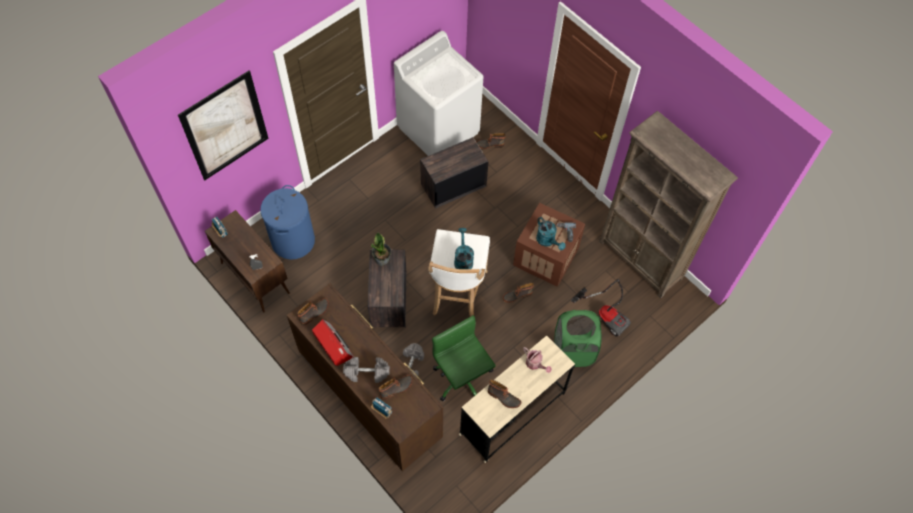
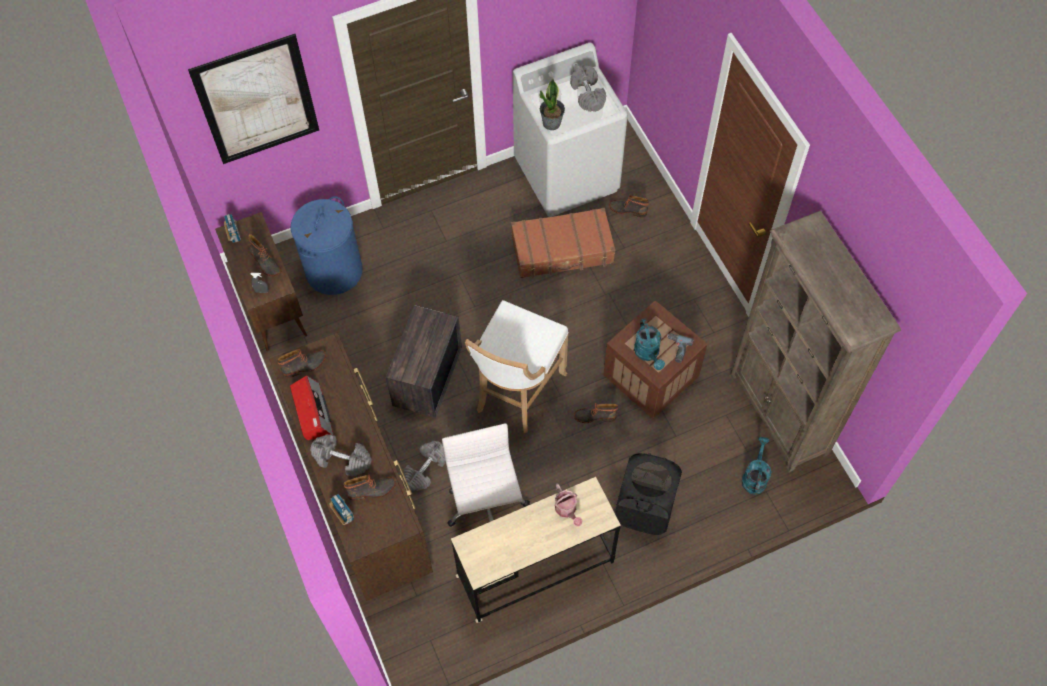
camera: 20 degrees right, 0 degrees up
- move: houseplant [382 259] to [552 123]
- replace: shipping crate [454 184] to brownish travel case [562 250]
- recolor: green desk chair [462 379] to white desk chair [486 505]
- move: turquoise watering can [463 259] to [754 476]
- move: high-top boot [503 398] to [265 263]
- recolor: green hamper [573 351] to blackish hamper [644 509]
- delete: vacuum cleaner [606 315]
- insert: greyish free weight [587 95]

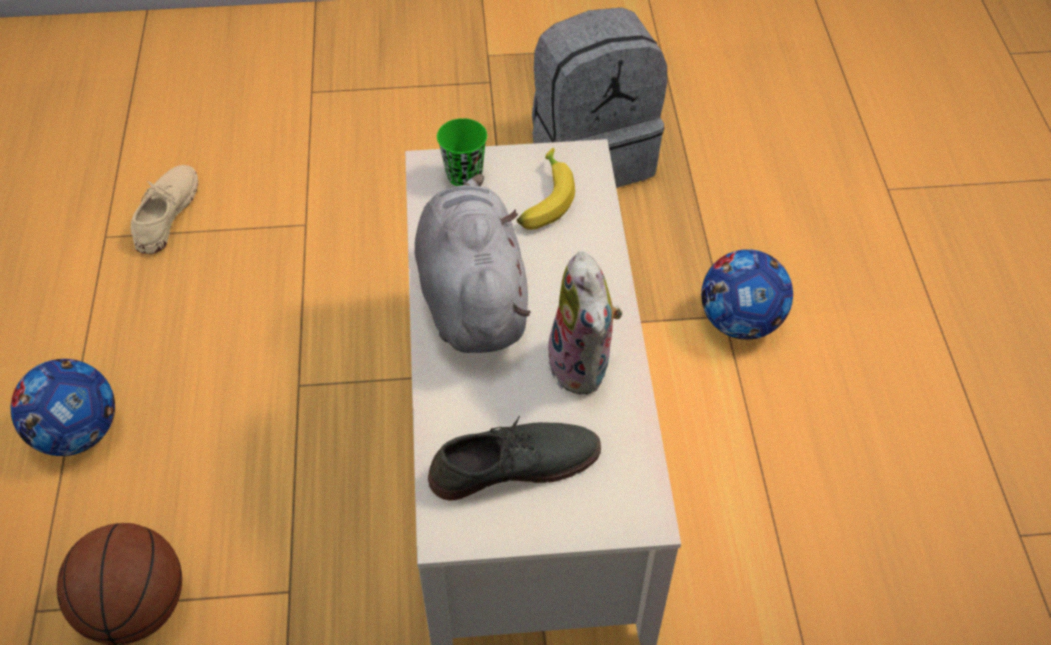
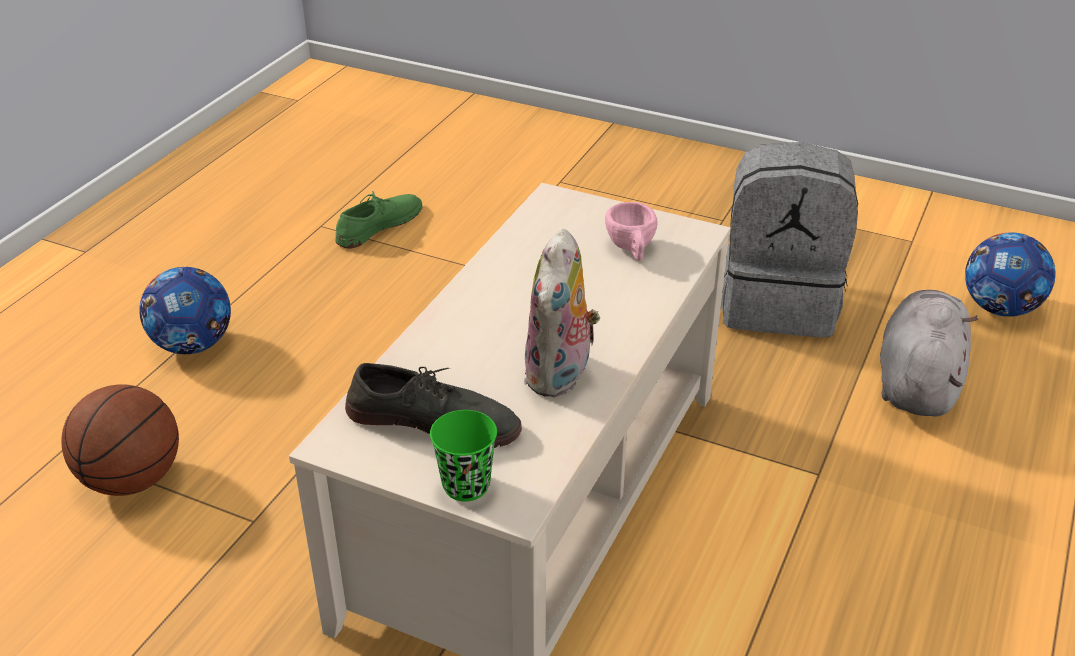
camera: 30 degrees right, 15 degrees down
- recolor: sand-coloured shoe [166 212] to green shoe [379 225]
- move: greyish soft toy [472 297] to [917 382]
- move: green cup [464 175] to [466 485]
- replace: banana fruit [543 199] to pink-coloured cup [631 249]
- move: football [740 322] to [999 308]

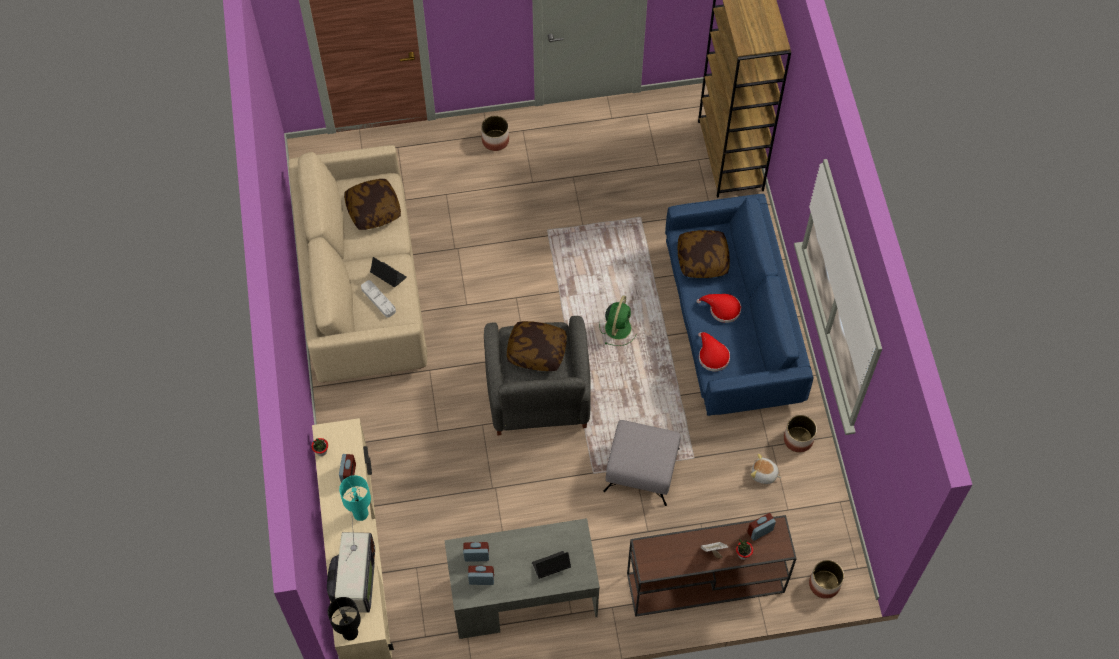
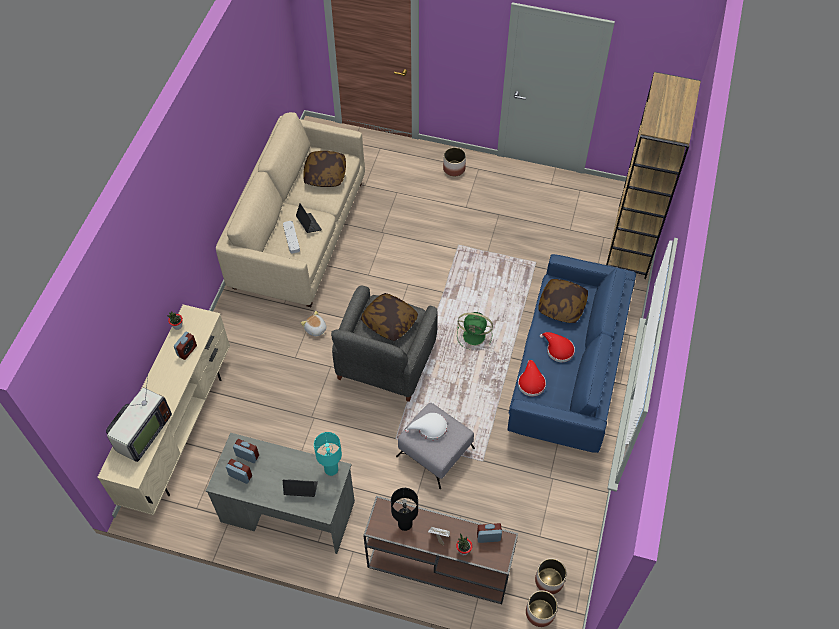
camera: 25 degrees right, 5 degrees down
- move: blackish table lamp [350 633] to [405 524]
- move: turquoise table lamp [361 513] to [331 469]
- rotate: green electric fan [618 327] = [475 336] 60 degrees clockwise
- move: soft toy [764 474] to [315 329]
- move: flower pot [798 439] to [549 581]
- insert: white hat [429 428]

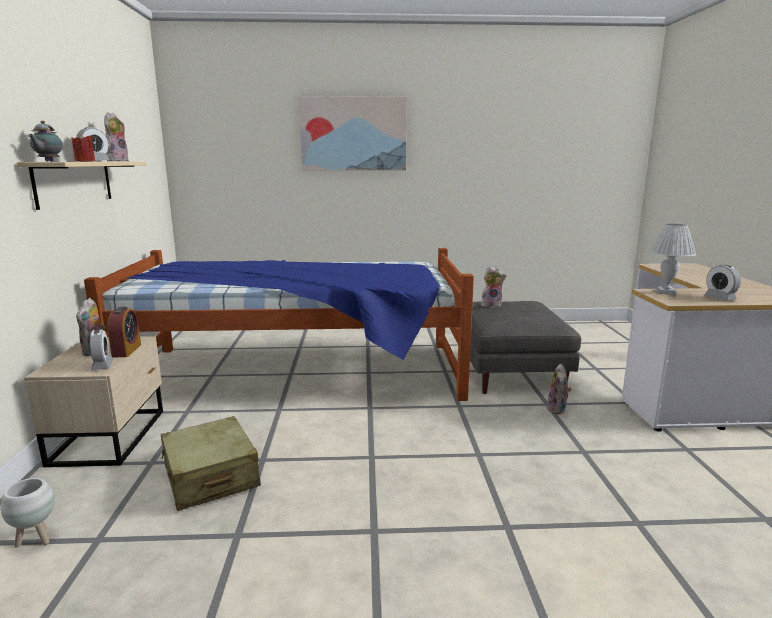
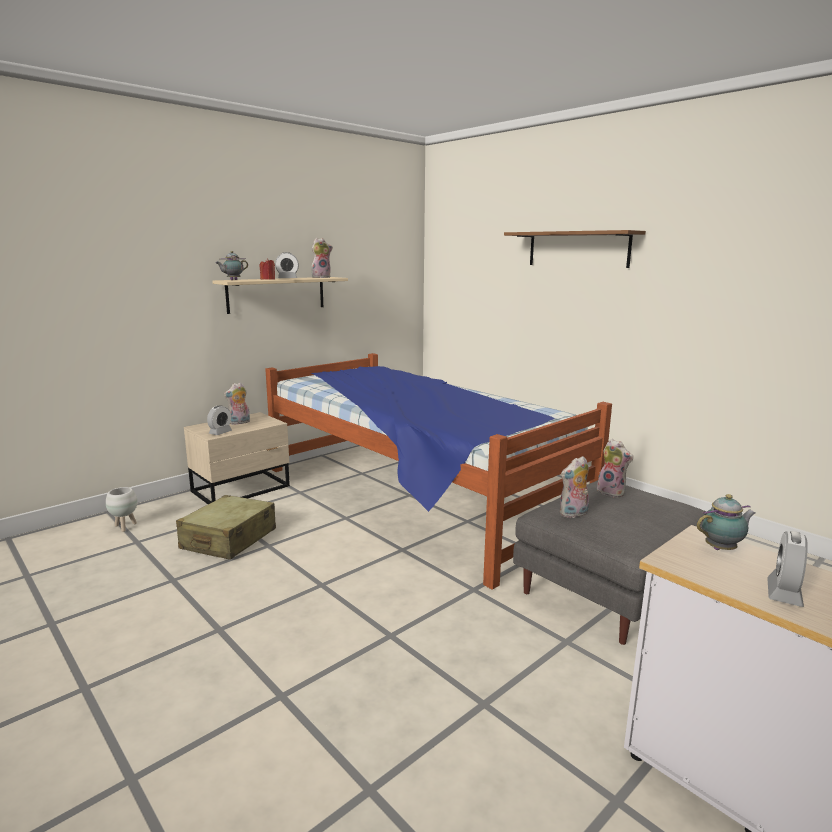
camera: 50 degrees right, 0 degrees up
- delete: bedside clock [126 350]
- replace: wall picture [353 134] to brownish wall shelf [577 249]
- move: soft toy [558 409] to [574 514]
- replace: white table lamp [666 292] to teapot [722 549]

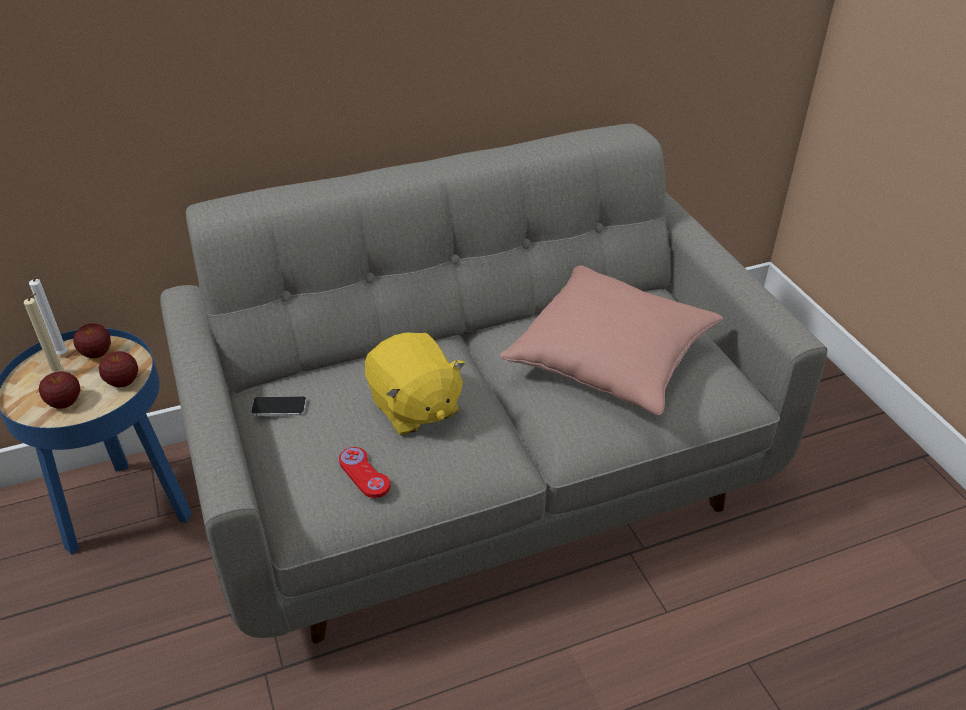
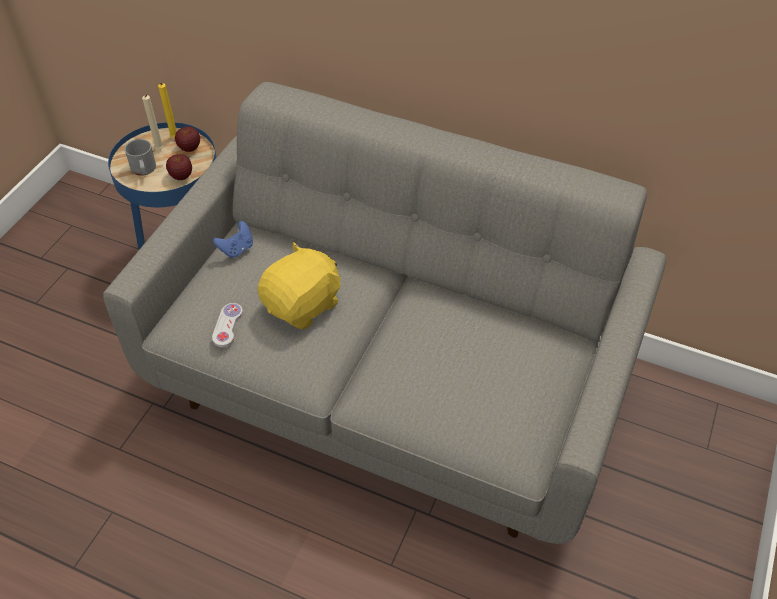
camera: 45 degrees right, 10 degrees up
- recolor: white candle [63 355] to yellow candle [174 138]
- replace: apple [65 402] to greyish tea mug [144 170]
- replace: handset [279 407] to blue-coloured gamepad [237 249]
- recolor: reddish gamepad [364 474] to white gamepad [227 326]
- rotate: yellow soft toy [414 407] = [303 305] 150 degrees counterclockwise
- delete: pink-coloured cushion [611 358]

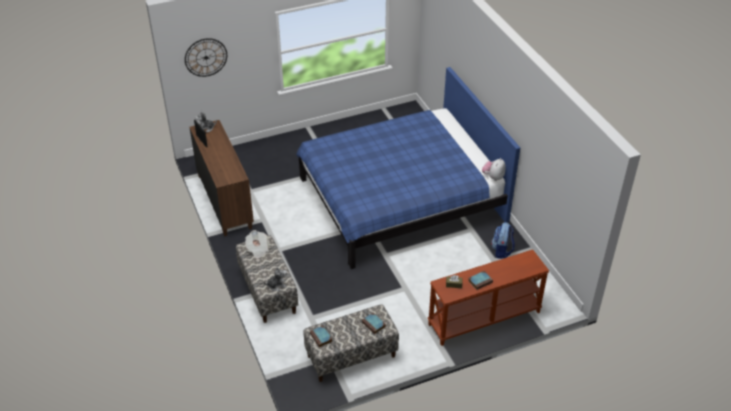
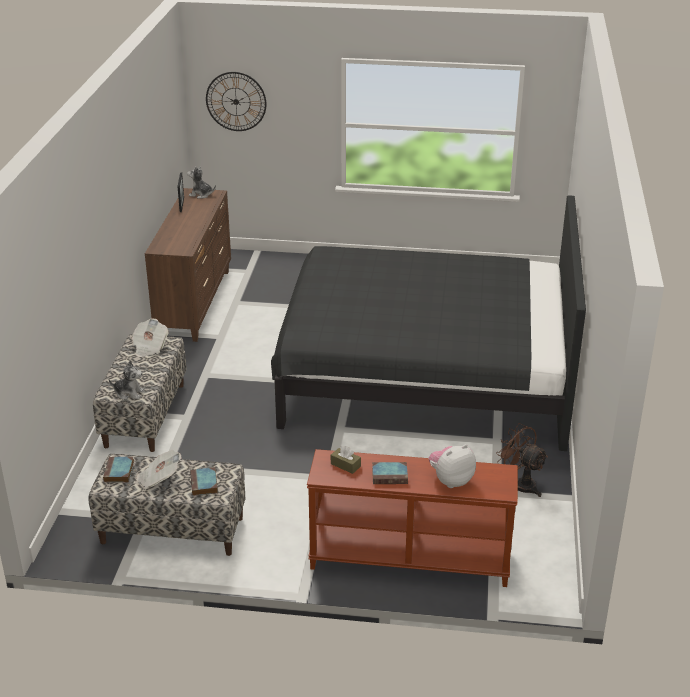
camera: 30 degrees right, 10 degrees down
- recolor: blue-coloured sleeping bed [400 198] to blackish sleeping bed [426 371]
- move: soft toy [493 177] to [451 480]
- replace: knapsack [502 251] to brownish electric fan [520 484]
- insert: daily paper [159 478]

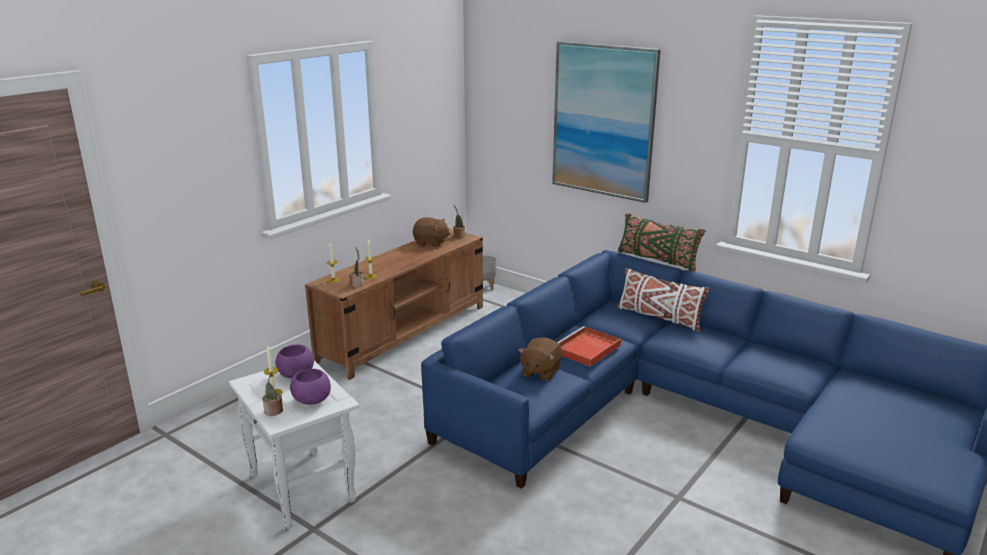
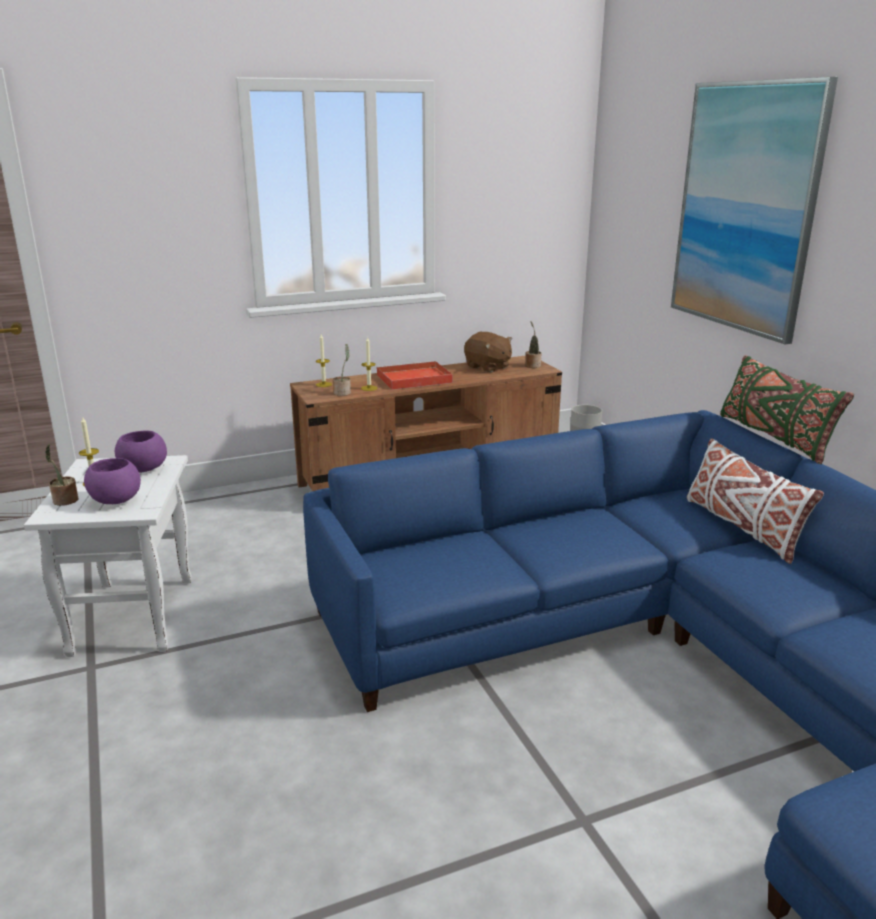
camera: 30 degrees right, 0 degrees up
- delete: brownish soft toy [540 372]
- move: reddish carrying tray [586 349] to [413 379]

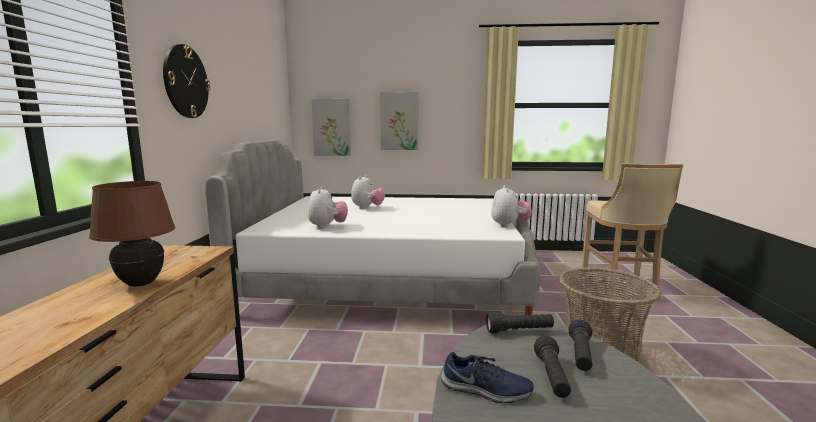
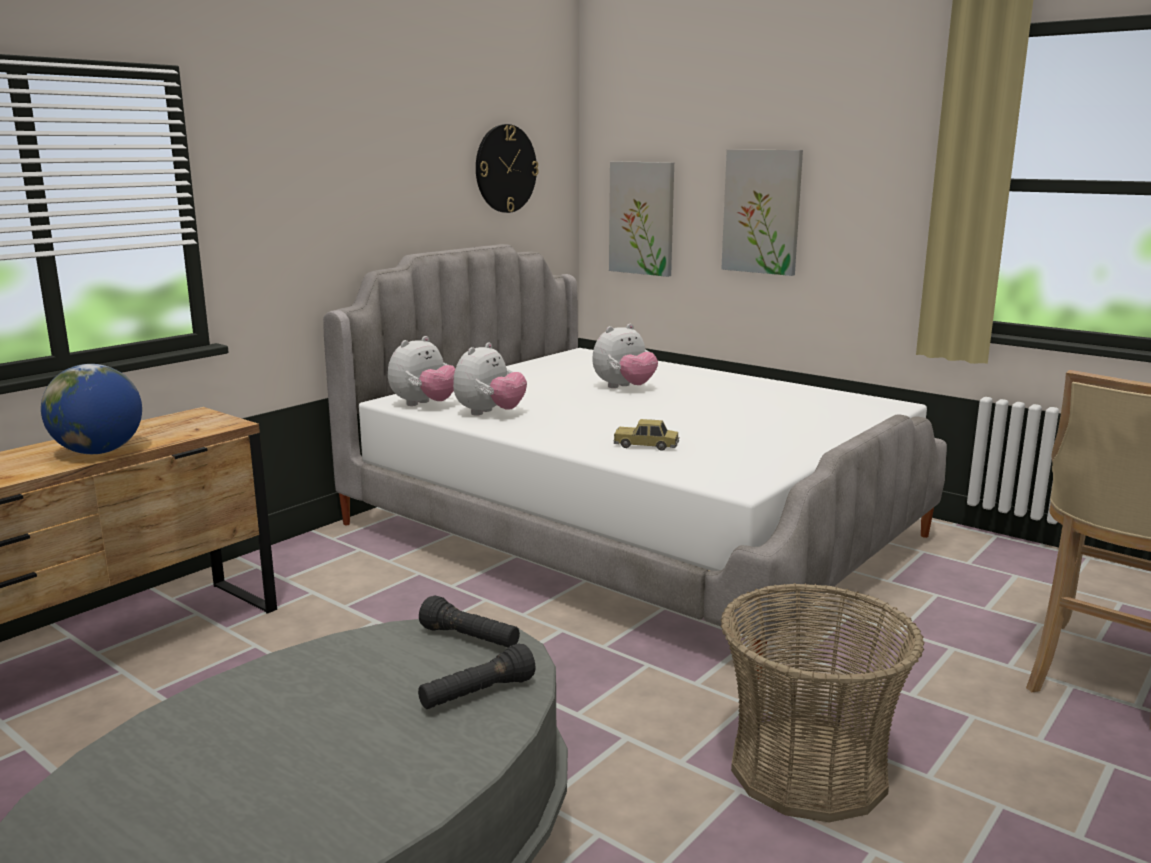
camera: 35 degrees right, 5 degrees up
- replace: brownish table lamp [141 284] to globe [99 452]
- move: wall clock [186 82] to [505 168]
- delete: blue-coloured shoe [485 390]
- move: soft toy [509 225] to [424 405]
- delete: blackish hand torch [552 377]
- insert: miniature car [646 445]

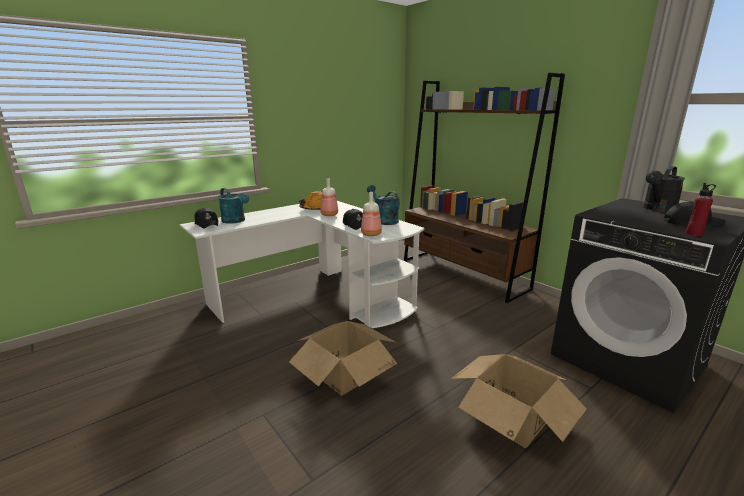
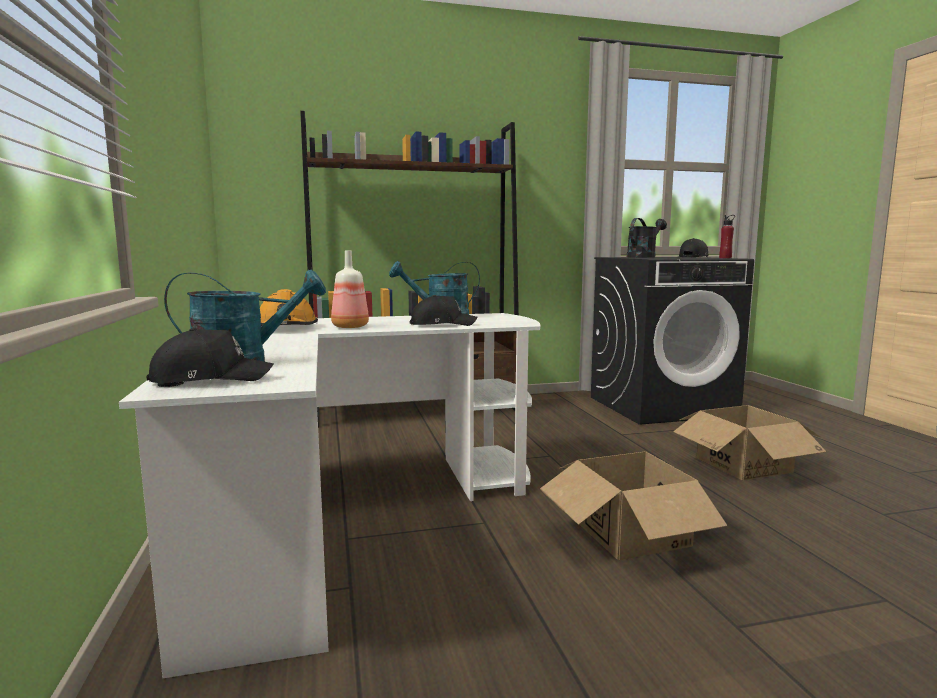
camera: 65 degrees left, 10 degrees down
- delete: bottle [372 234]
- rotate: blackish watering can [657 209] = [643 257] 120 degrees counterclockwise

